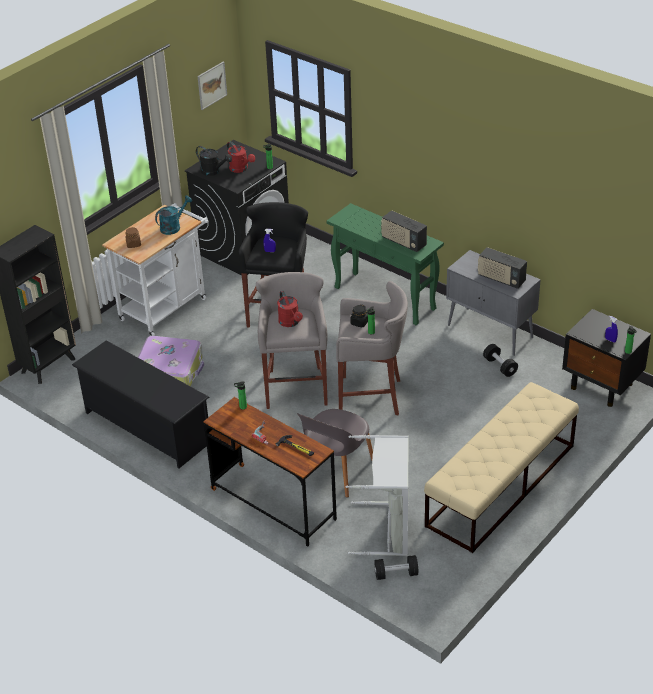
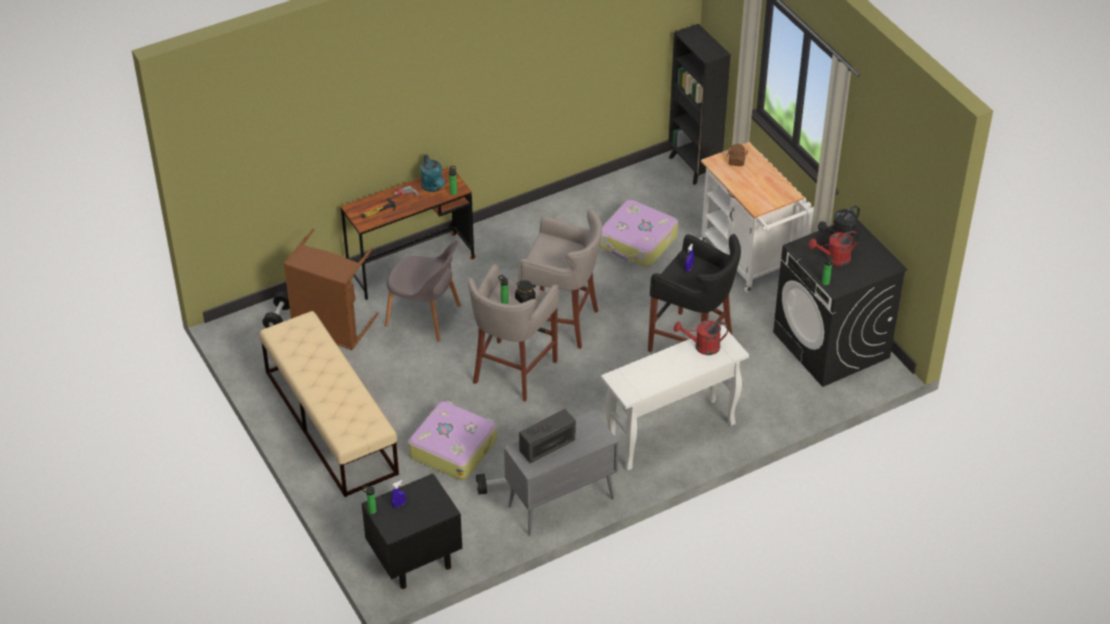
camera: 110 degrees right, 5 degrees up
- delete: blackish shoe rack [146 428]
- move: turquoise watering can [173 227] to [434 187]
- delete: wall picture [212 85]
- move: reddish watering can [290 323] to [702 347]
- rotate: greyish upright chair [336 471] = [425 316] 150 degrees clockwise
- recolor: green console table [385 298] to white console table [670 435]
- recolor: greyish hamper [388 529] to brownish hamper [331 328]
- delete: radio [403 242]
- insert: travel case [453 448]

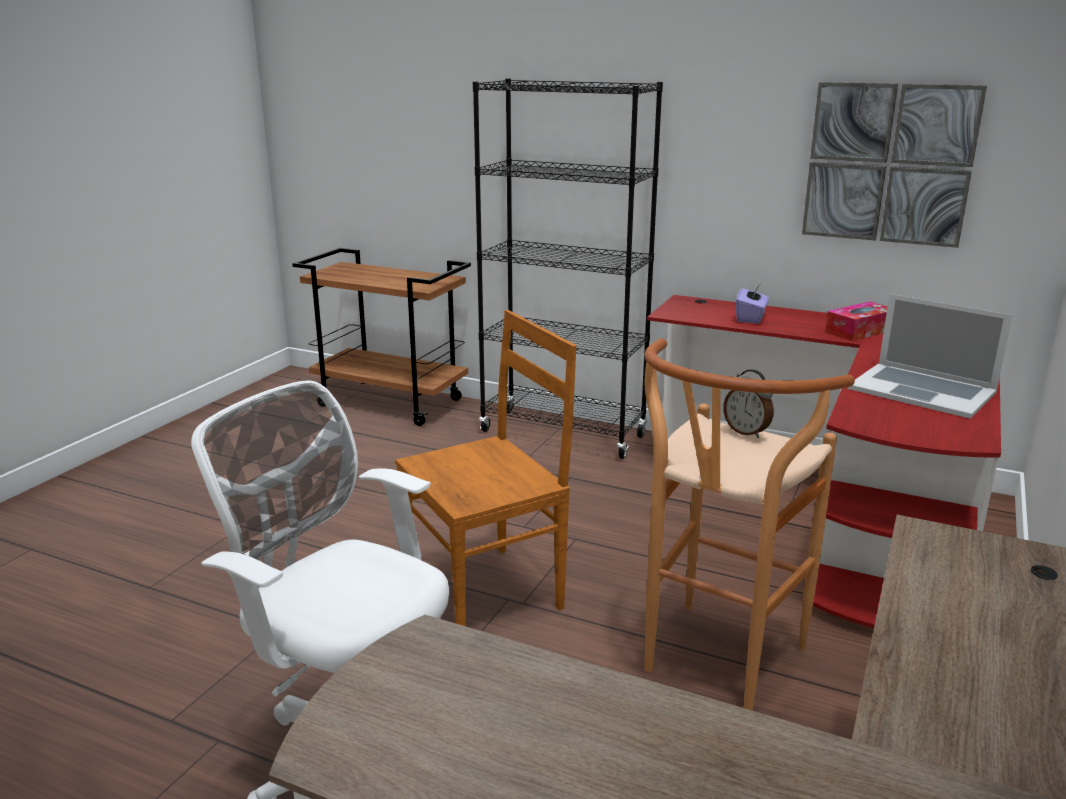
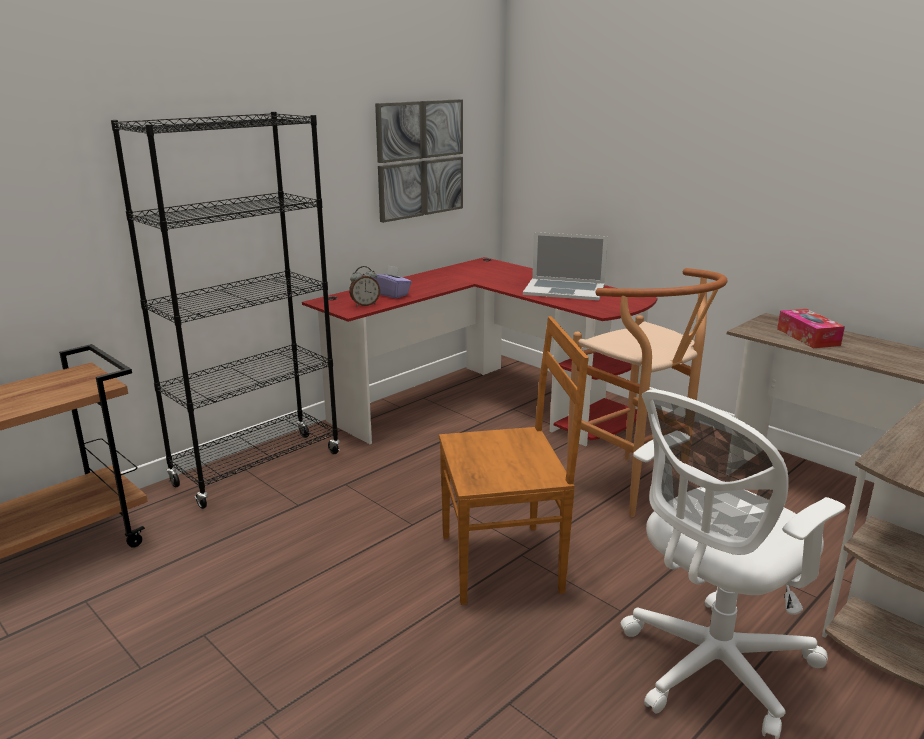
camera: 70 degrees left, 0 degrees up
- rotate: brownish upright chair [488 591] = [505 562] 90 degrees clockwise
- move: bedside clock [746 432] to [365 305]
- move: tissue holder [859 331] to [808 337]
- rotate: laptop [922 390] = [564 290] 45 degrees clockwise

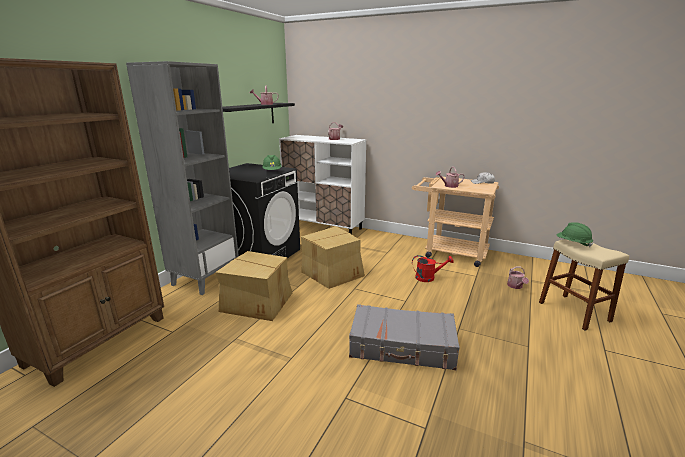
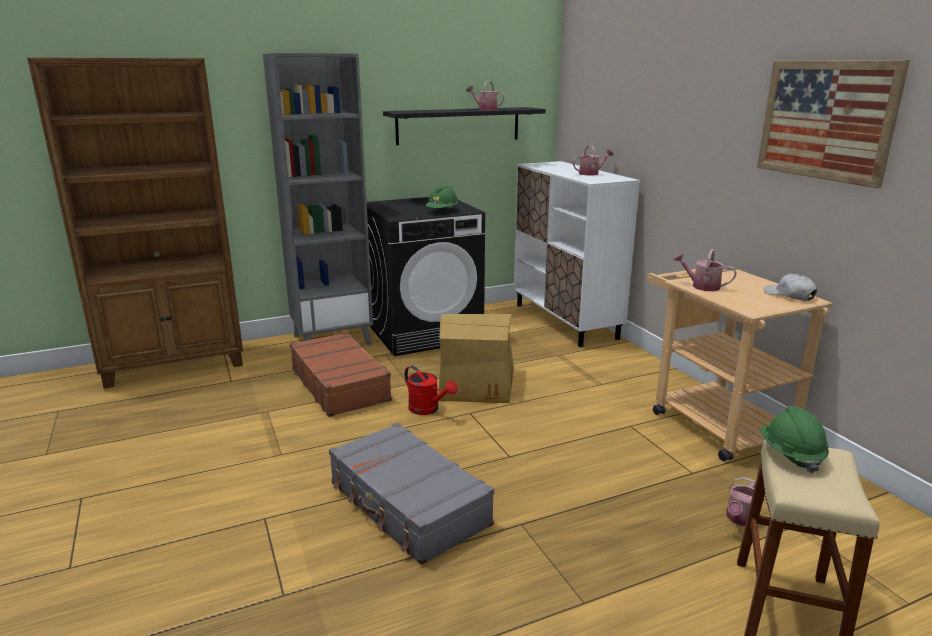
camera: 40 degrees right, 0 degrees up
- replace: cardboard box [258 302] to brownish travel case [340 384]
- move: reddish watering can [428 278] to [428 409]
- insert: wall picture [825 120]

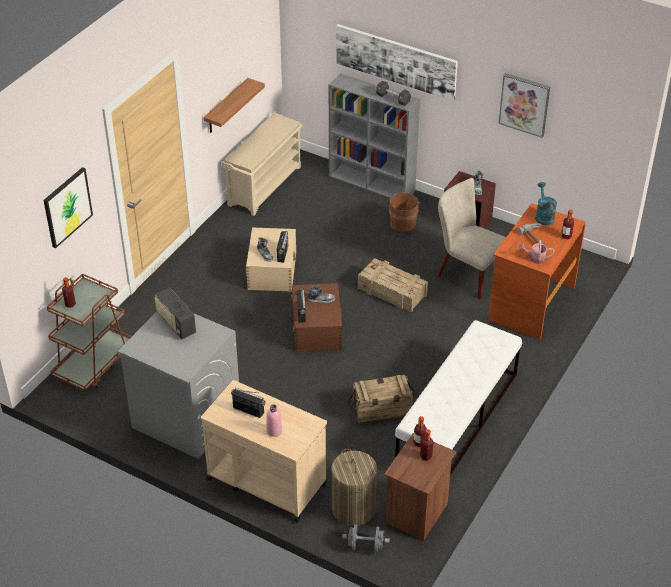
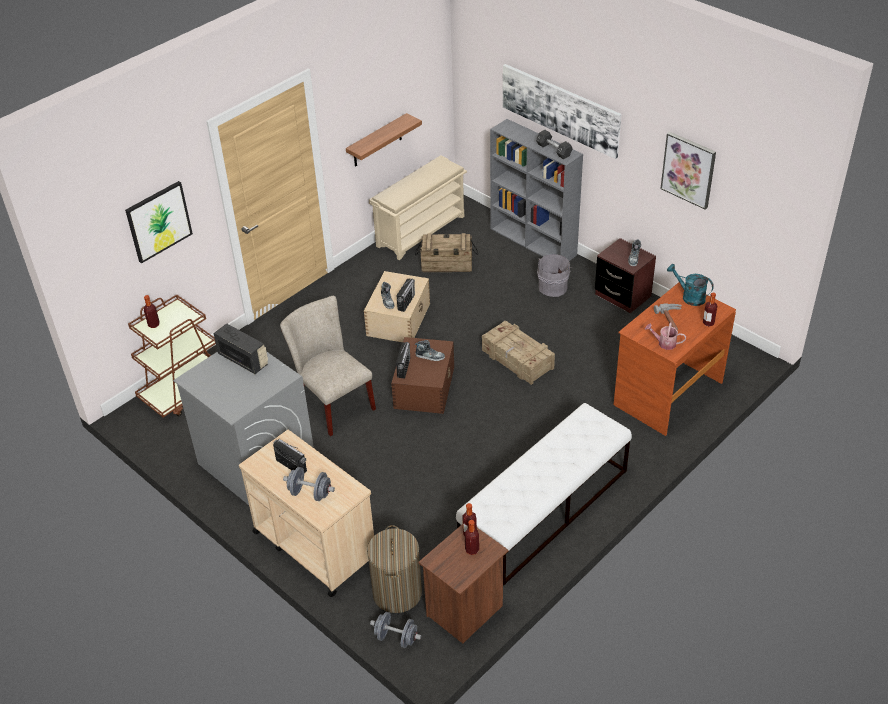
camera: 15 degrees right, 0 degrees up
- rotate: radio [176 323] = [243 360] 150 degrees clockwise
- replace: pink-coloured bottle [274 431] to greyish free weight [310 493]
- move: shipping crate [382 410] to [447 264]
- recolor: brownish water bucket [403 222] to greyish water bucket [553 286]
- move: sand-coloured upright chair [466 273] to [332 403]
- rotate: turquoise watering can [543 216] = [689 297] 60 degrees counterclockwise

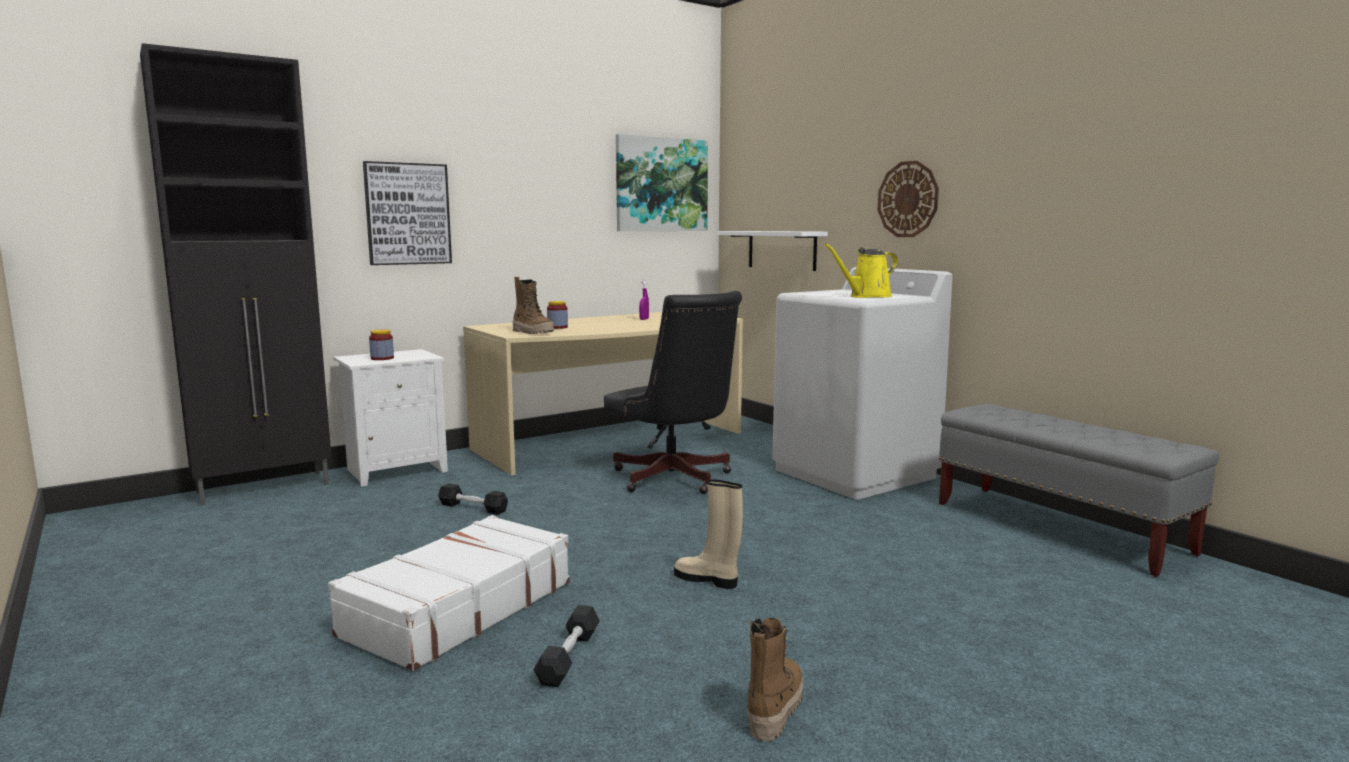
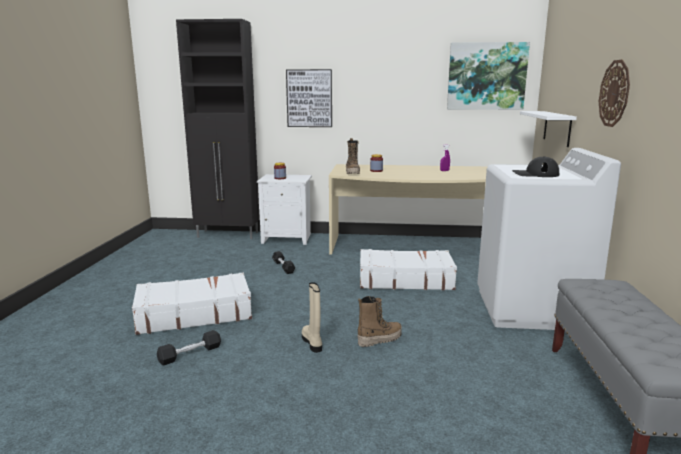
camera: 40 degrees right, 5 degrees up
- replace: blackish desk chair [675 480] to white travel case [405 280]
- move: high-top boot [774 709] to [379 339]
- replace: yellow watering can [866 296] to blackish cap [535 174]

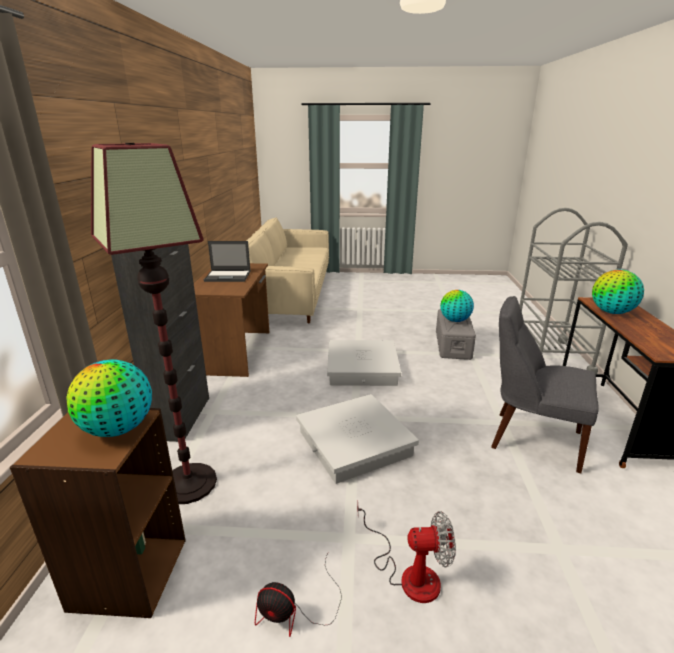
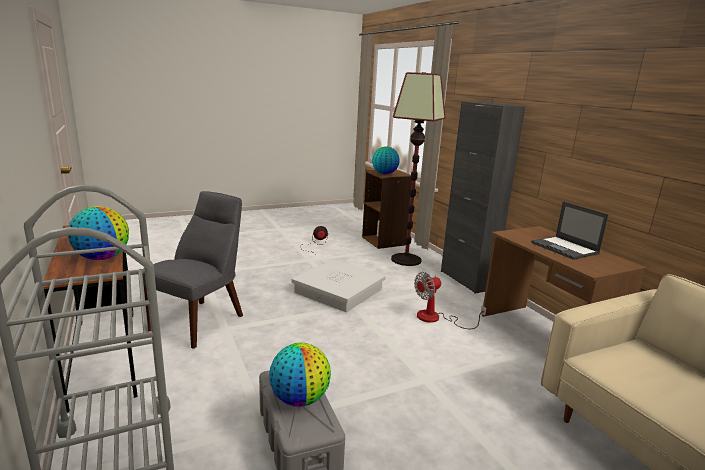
camera: 150 degrees right, 5 degrees down
- rotate: laptop [228 276] = [565 248] 90 degrees counterclockwise
- delete: white storage container [362 368]
- move: electric fan [409 573] to [436 318]
- rotate: greyish upright chair [531 438] = [201 321] 60 degrees counterclockwise

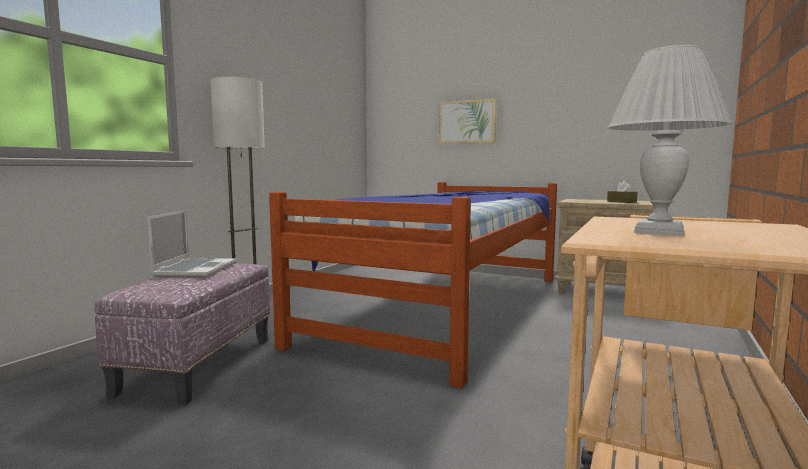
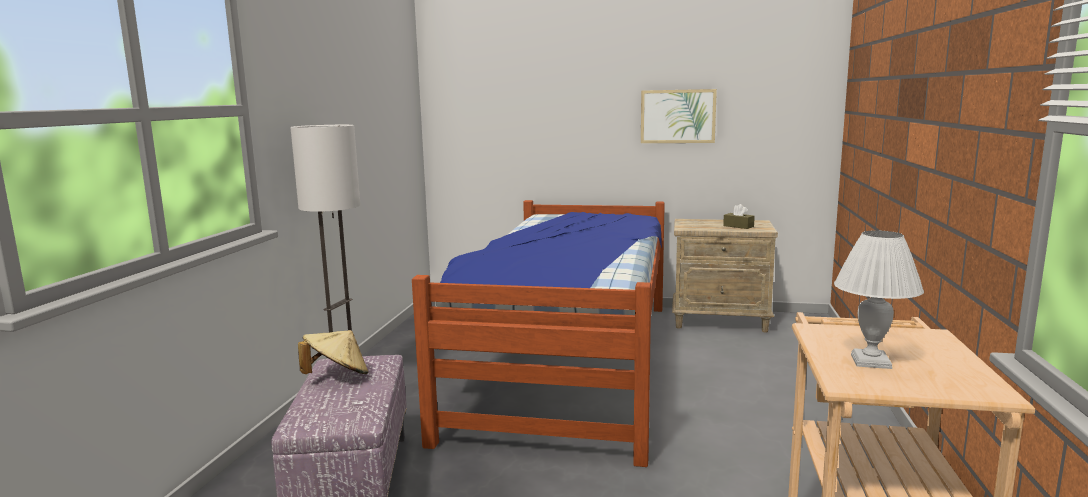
camera: 15 degrees left, 5 degrees up
- replace: laptop [195 269] to sand-coloured hat [337 376]
- move: wall picture [467 122] to [677 116]

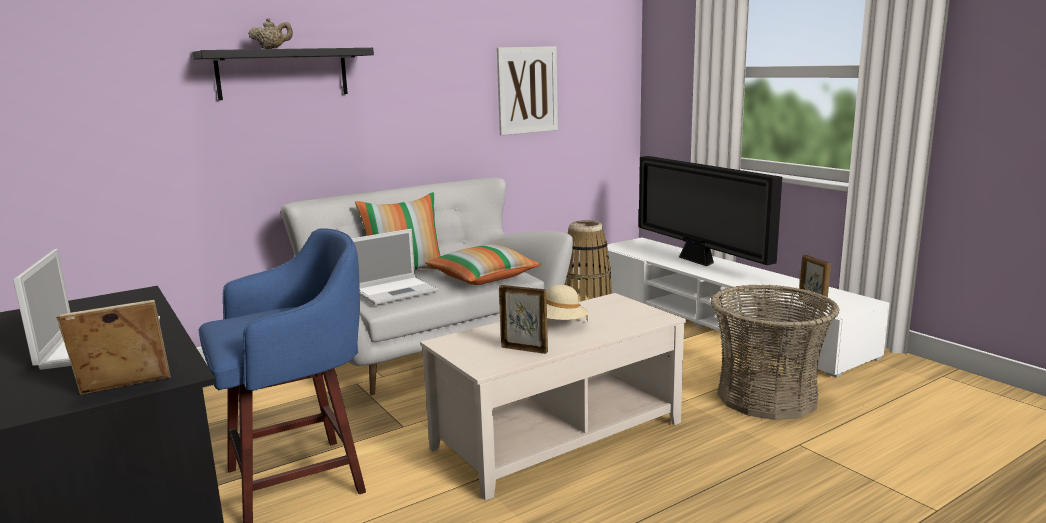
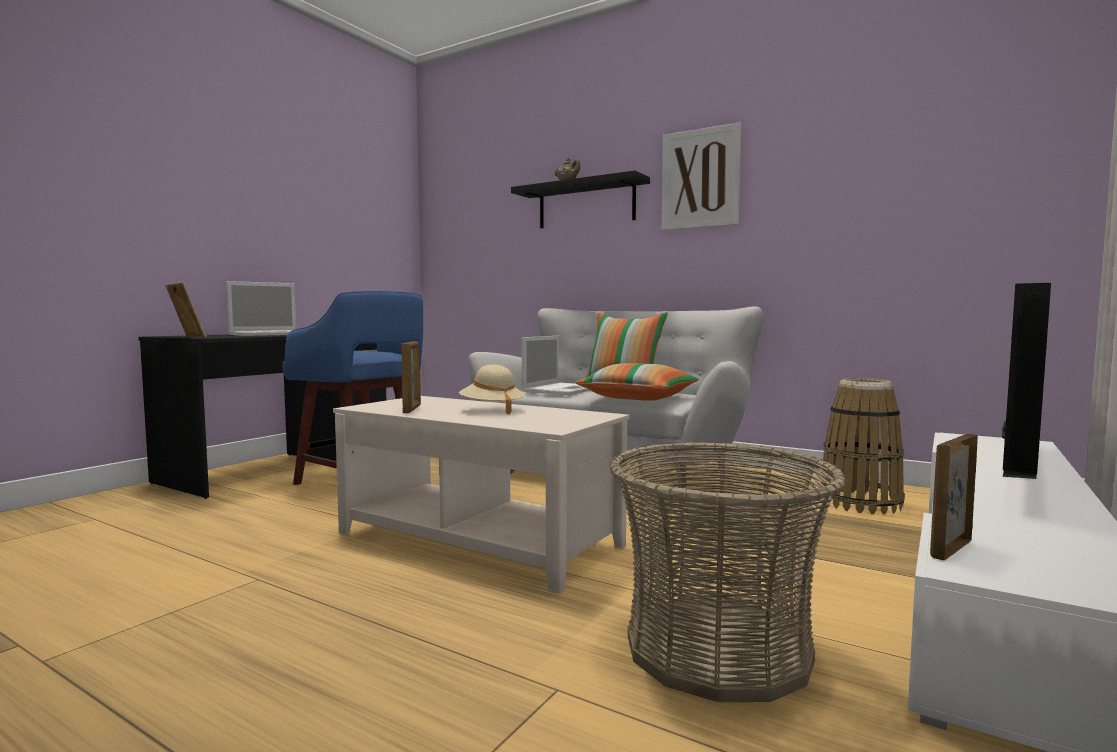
camera: 65 degrees right, 10 degrees down
- rotate: laptop [397 291] = [562 390] 90 degrees counterclockwise
- move: wall picture [527 90] to [700 179]

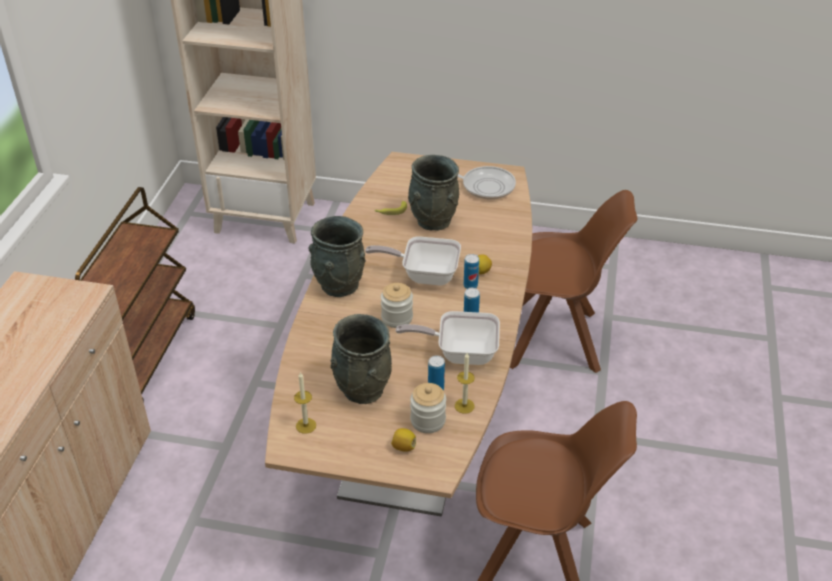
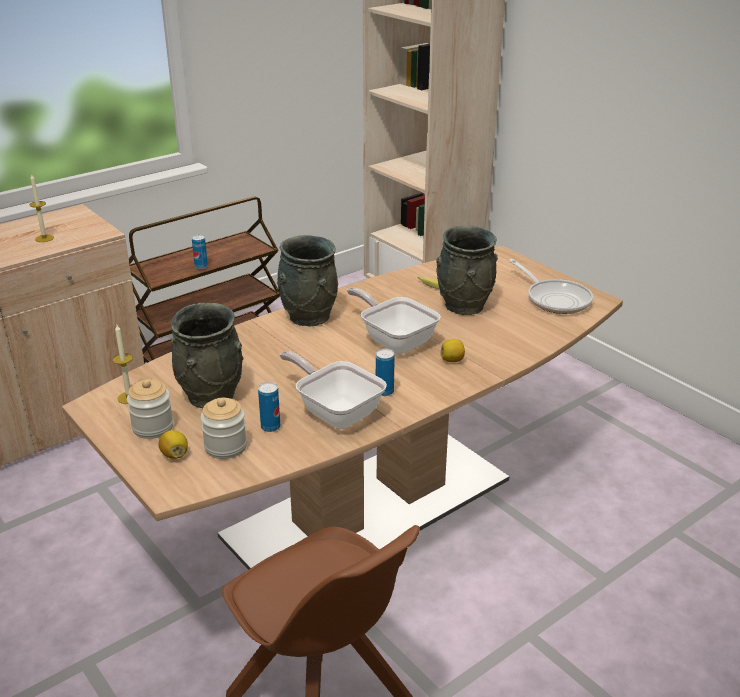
camera: 40 degrees right, 10 degrees down
- move: preserve jar [397 318] to [153 427]
- move: candle [464 406] to [44 238]
- move: sealed can [470 286] to [201 266]
- delete: brownish upright chair [556 340]

